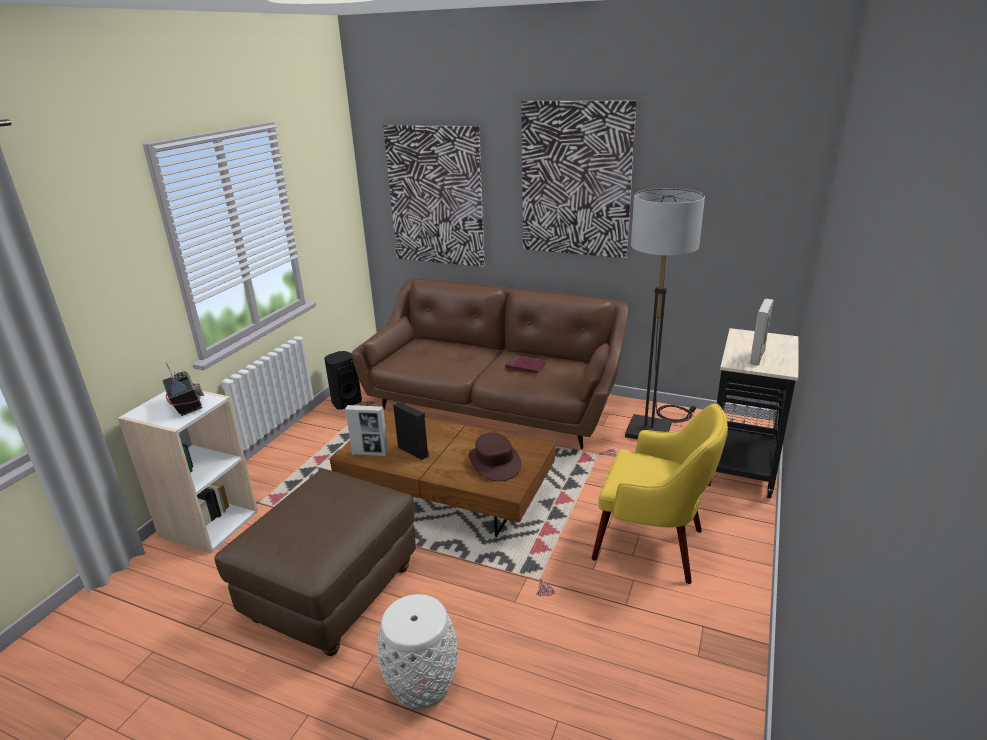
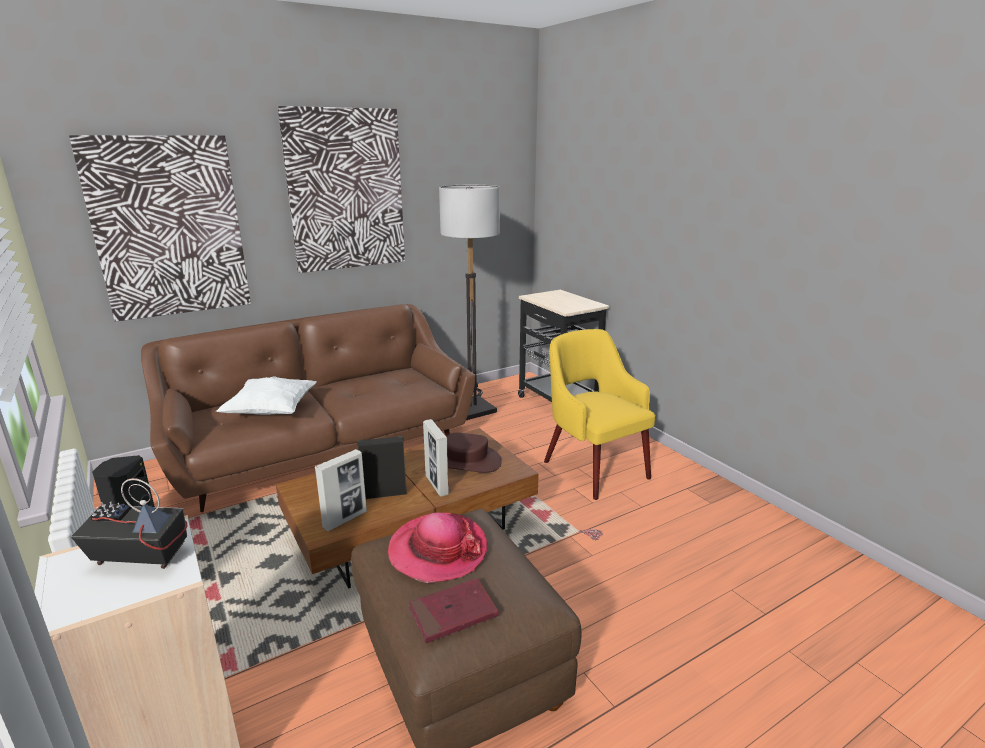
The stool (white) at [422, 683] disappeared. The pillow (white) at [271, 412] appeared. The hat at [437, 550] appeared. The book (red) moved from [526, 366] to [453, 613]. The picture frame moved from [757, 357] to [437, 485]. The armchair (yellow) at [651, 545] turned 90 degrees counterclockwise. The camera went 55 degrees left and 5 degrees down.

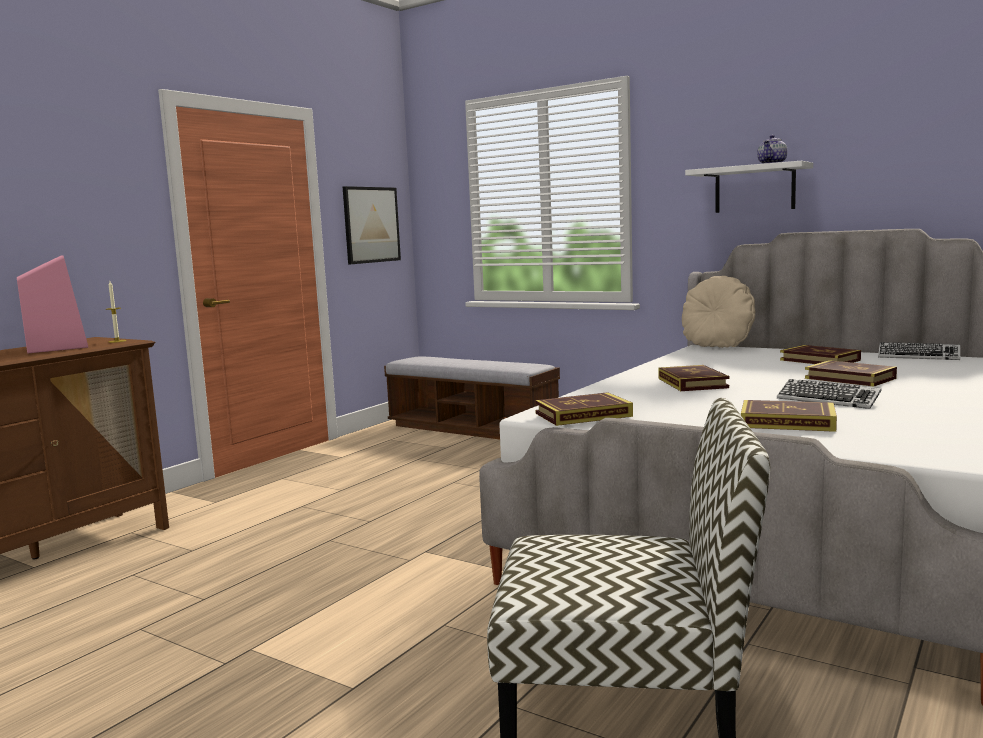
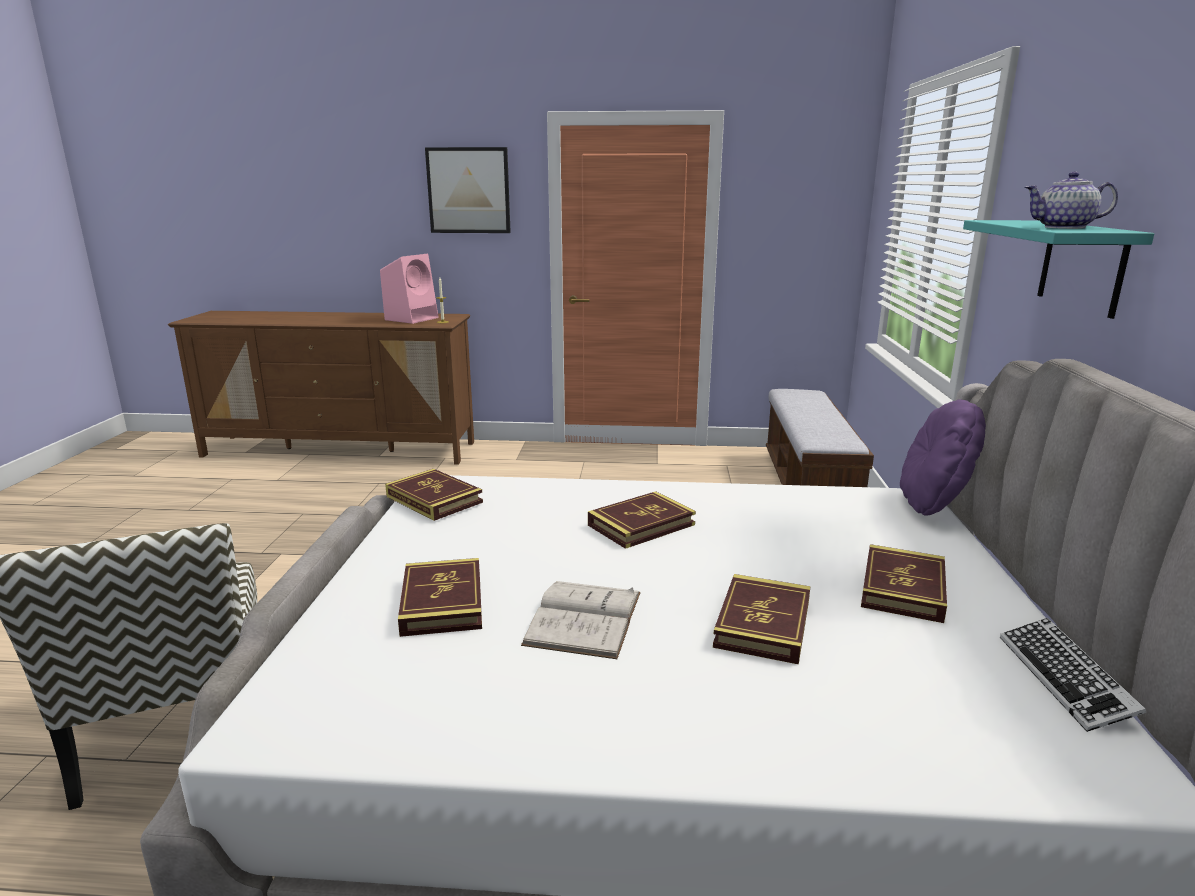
The picture moved from [371, 225] to [468, 190]. The keyboard at [827, 400] was replaced by the book (white) at [584, 618]. The pillow (beige) at [717, 346] became the pillow (purple) at [933, 506]. The shelf (white) at [754, 189] became the shelf (turquoise) at [1082, 266]. The camera went 60 degrees right and 10 degrees up.

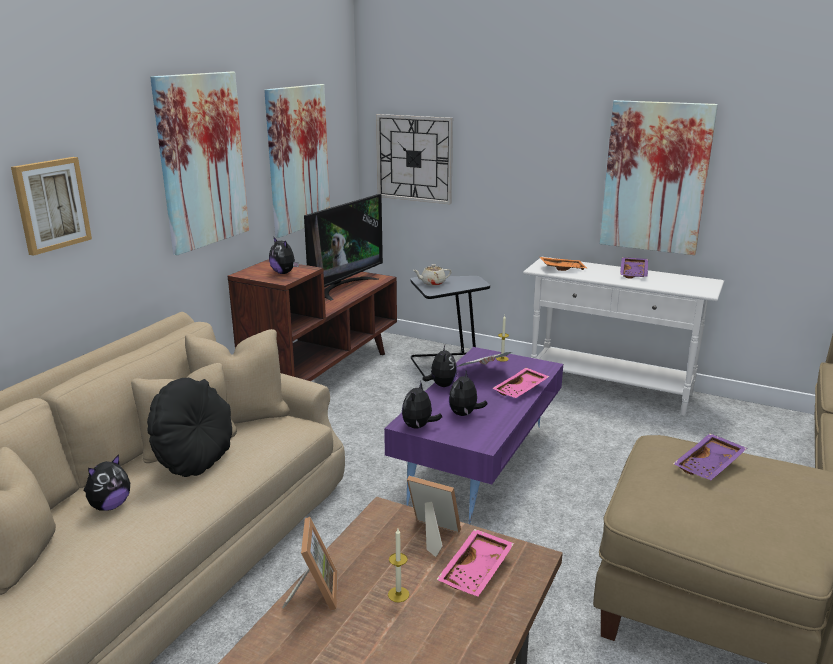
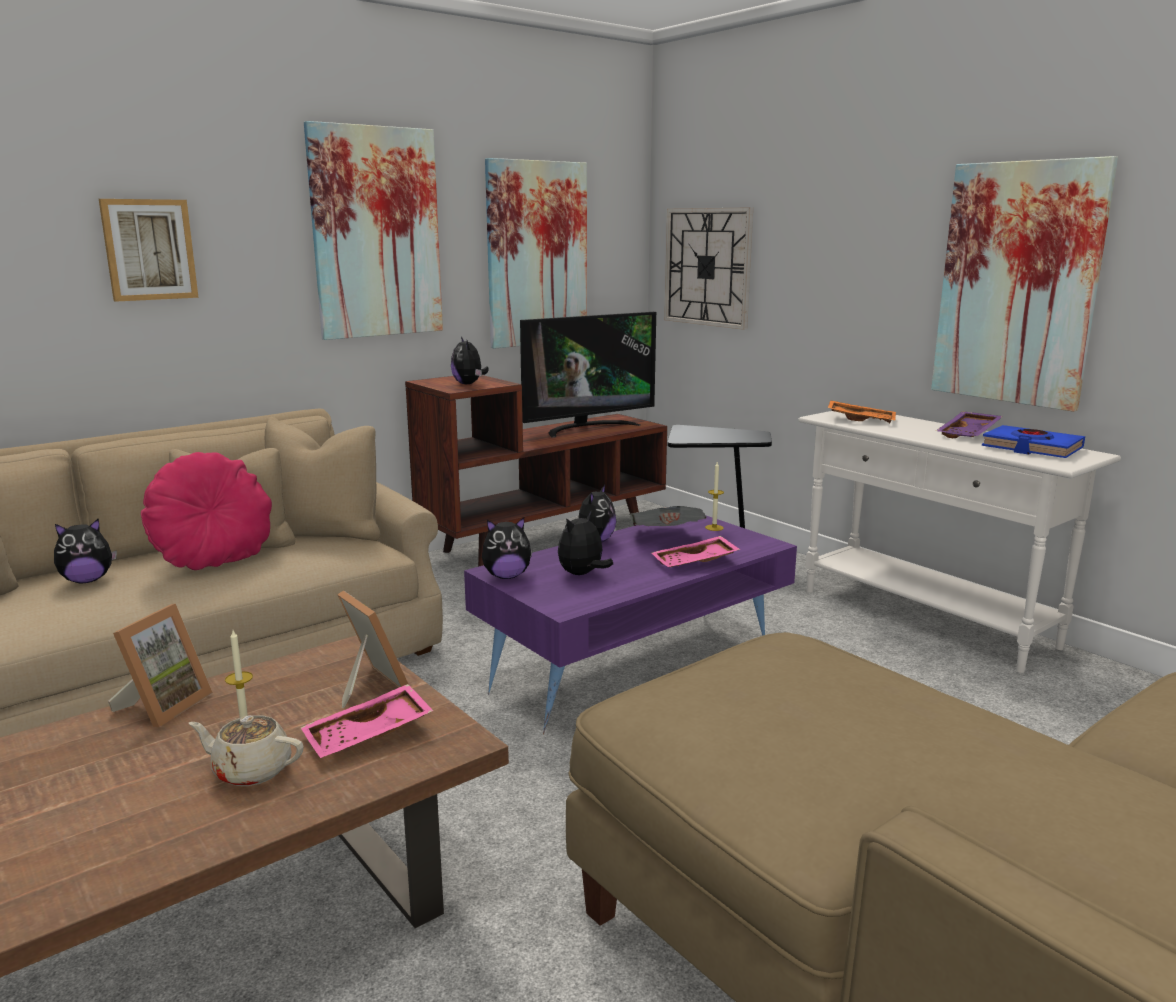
The tray (purple) at [710, 465] disappeared. The book (blue) at [1031, 448] appeared. The teapot (beige) moved from [432, 283] to [251, 771]. The pillow (black) at [196, 464] became the pillow (pink) at [214, 562]. The plush toy at [419, 427] turned 150 degrees counterclockwise. The camera went 25 degrees right and 5 degrees down.

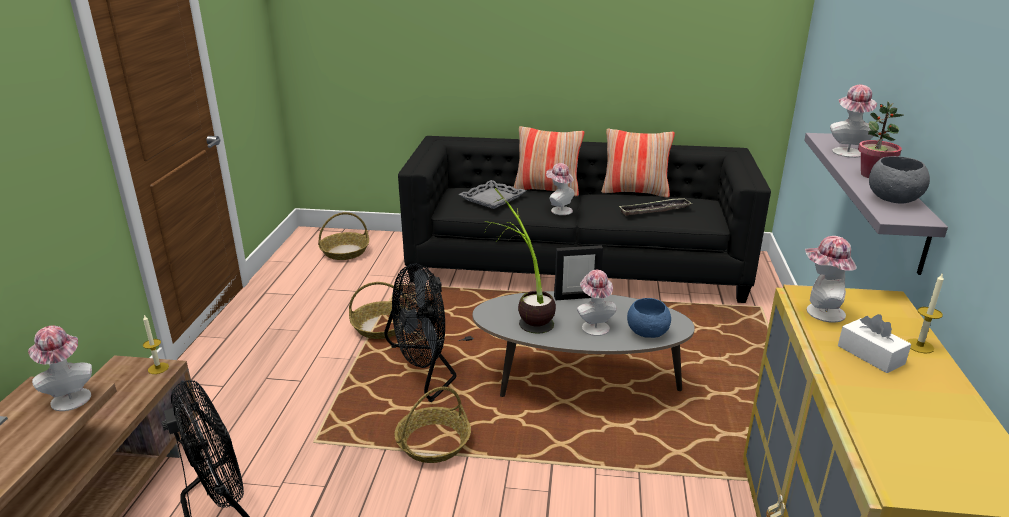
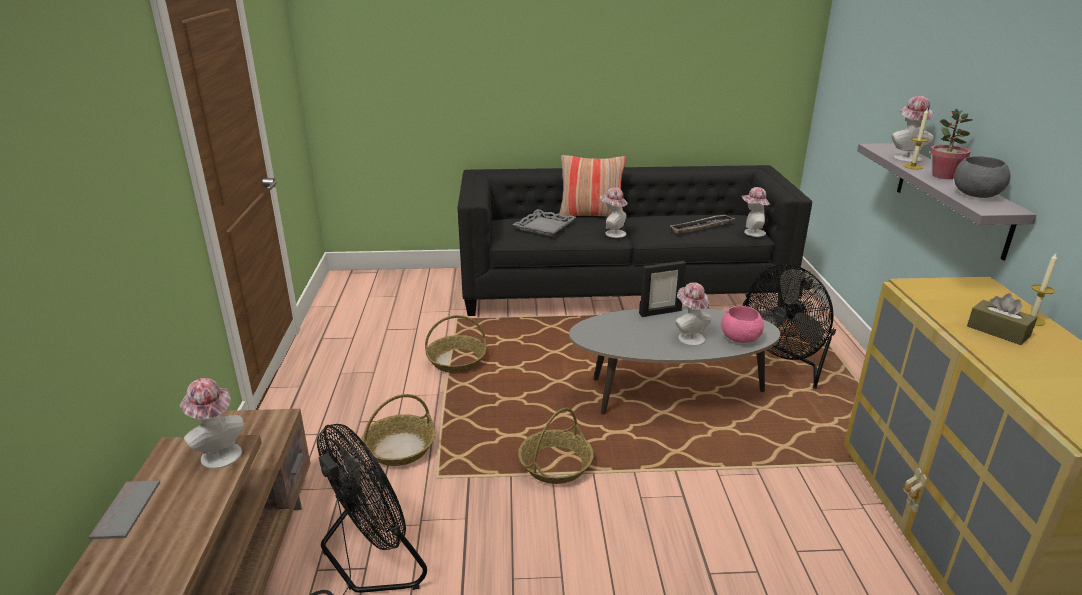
The potted plant at [524, 314] disappeared. The pillow at [635, 192] disappeared. The candle moved from [158, 368] to [913, 166]. The basket moved from [345, 251] to [400, 448]. The fan (black) moved from [429, 365] to [781, 359]. The hat moved from [820, 312] to [751, 233]. The bowl (blue) at [646, 333] became the bowl (pink) at [739, 339]. The tissue box (white) at [870, 355] became the tissue box (brown) at [998, 331]. The camera went 10 degrees left and 0 degrees up.

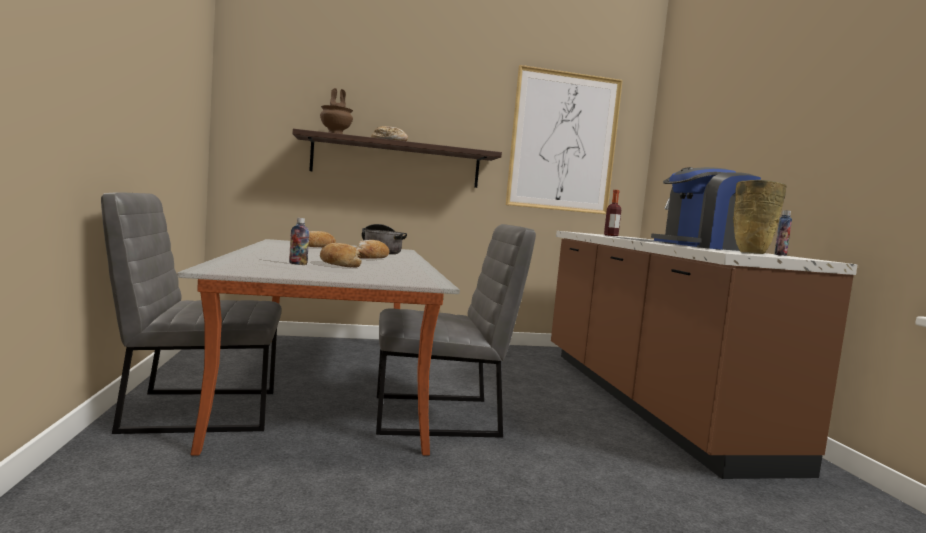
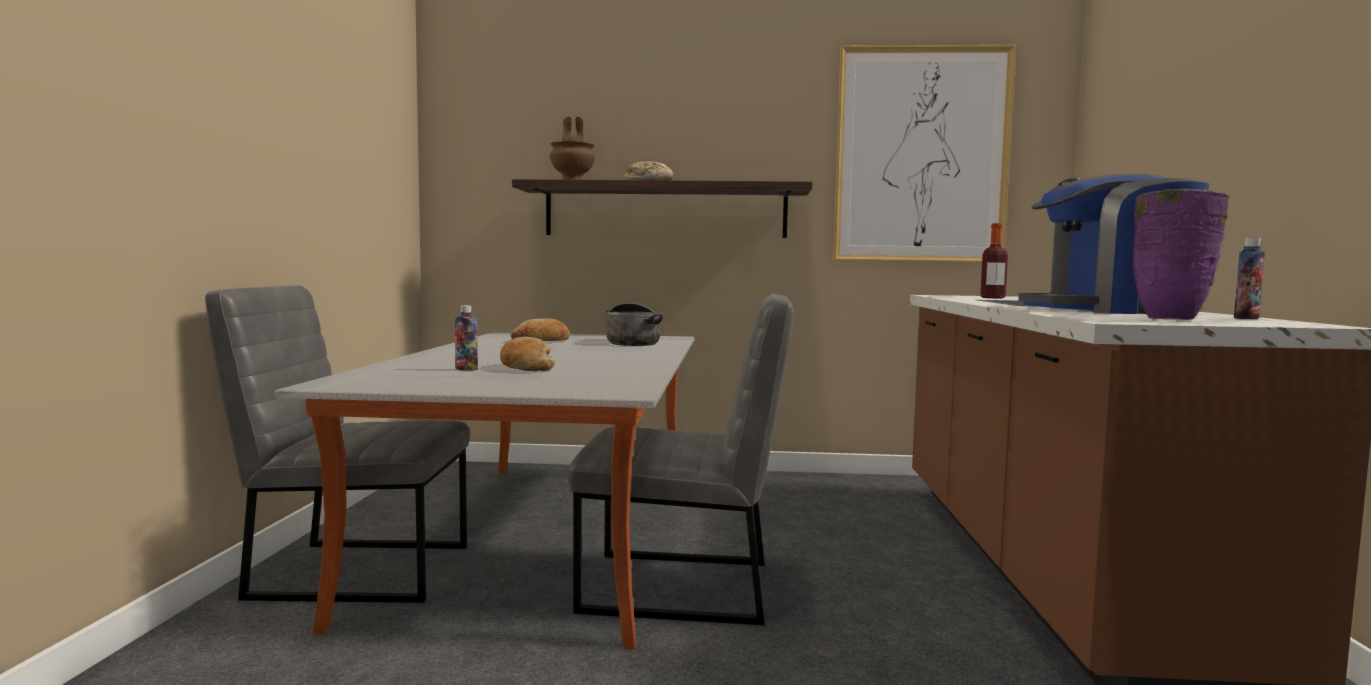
The bread at [370, 258] disappeared. The vase (beige) at [752, 253] became the vase (purple) at [1172, 319]. The camera went 15 degrees right and 0 degrees up.

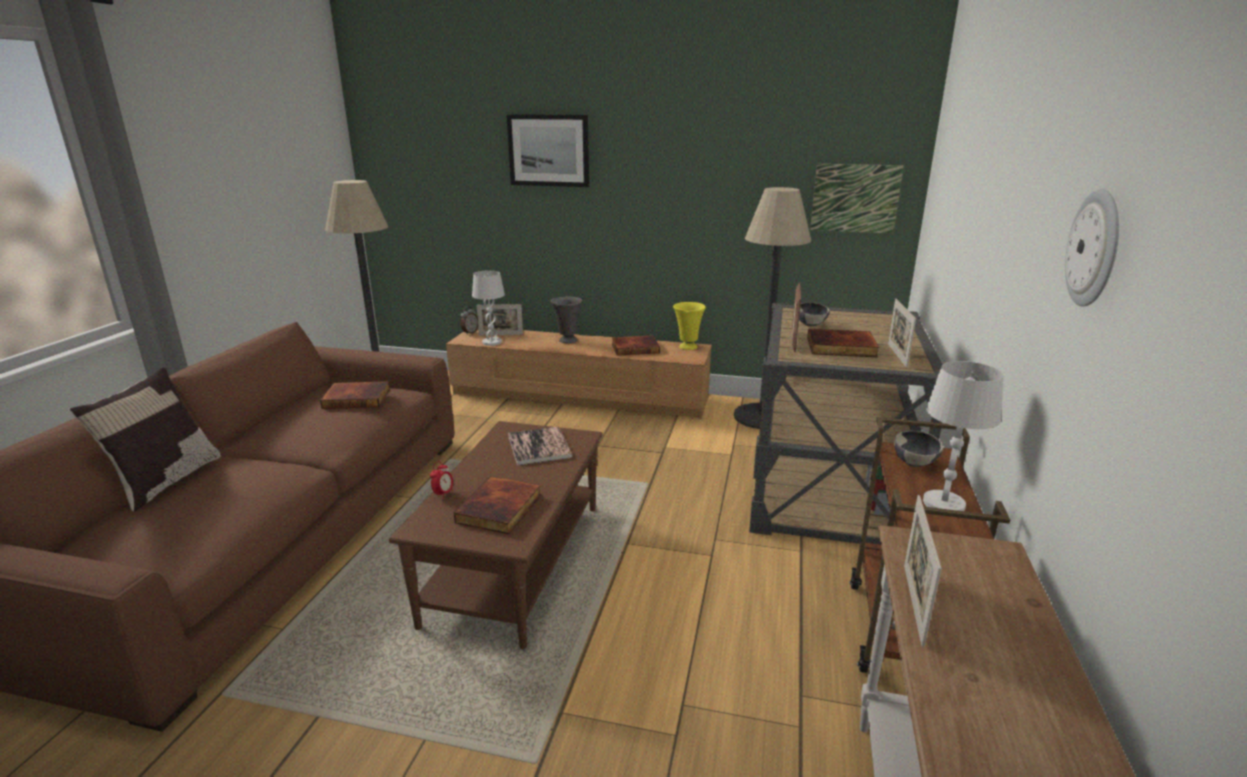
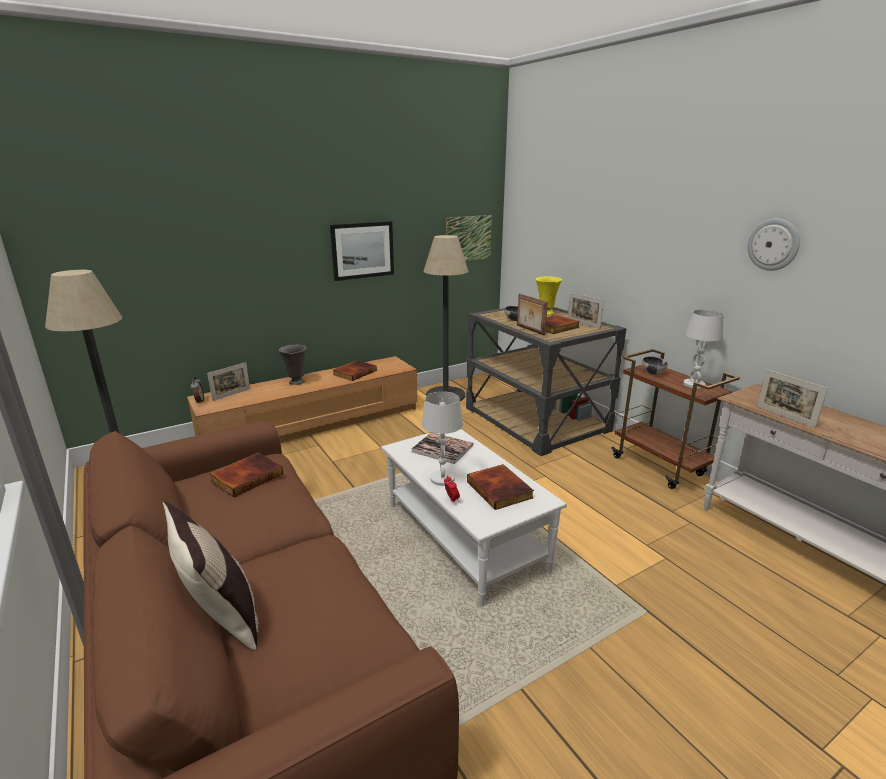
The table lamp (white) moved from [492, 342] to [442, 479]. The picture moved from [549, 150] to [362, 250]. The vase (yellow) moved from [687, 347] to [546, 313]. The coffee table (brown) at [516, 561] became the coffee table (white) at [463, 536]. The camera went 45 degrees left and 0 degrees up.

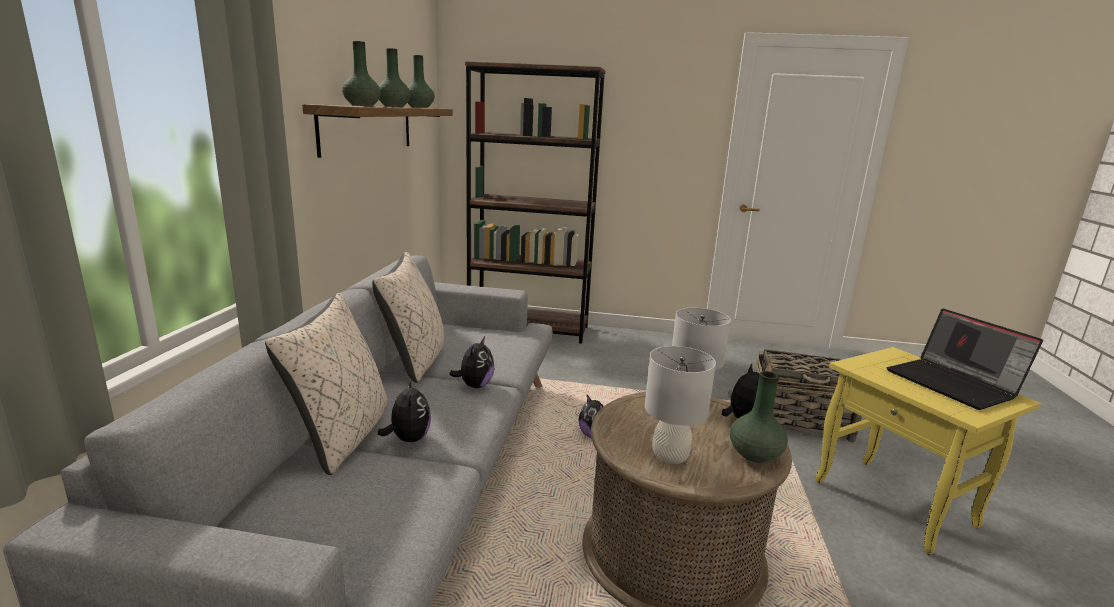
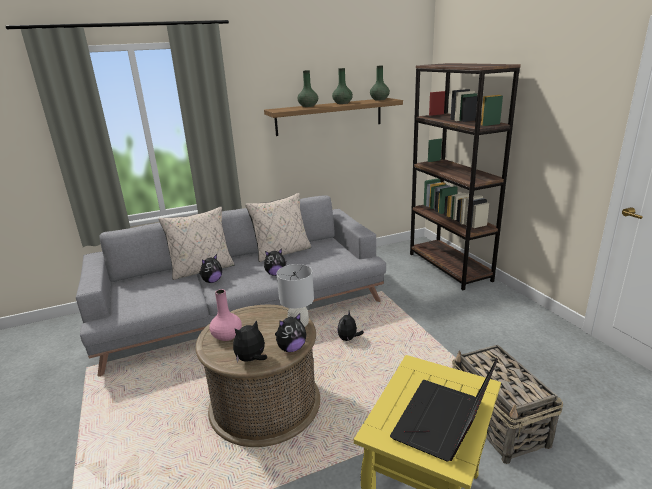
The table lamp (grey) at [669, 456] was replaced by the vase (pink) at [227, 335]. The vase (green) at [755, 455] was replaced by the plush toy at [251, 360]. The camera went 60 degrees right and 5 degrees up.

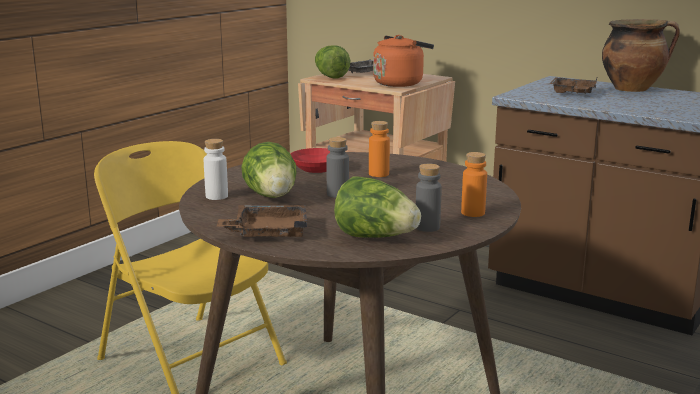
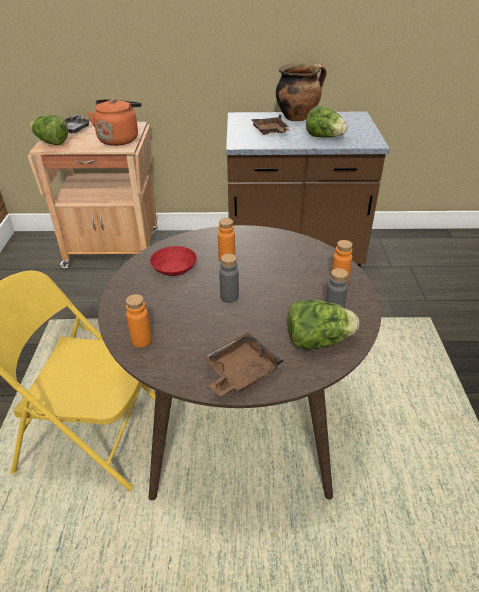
The lettuce moved from [272, 197] to [324, 137]. The bottle (white) at [216, 196] became the bottle (orange) at [141, 340]. The camera went 35 degrees left and 20 degrees up.

